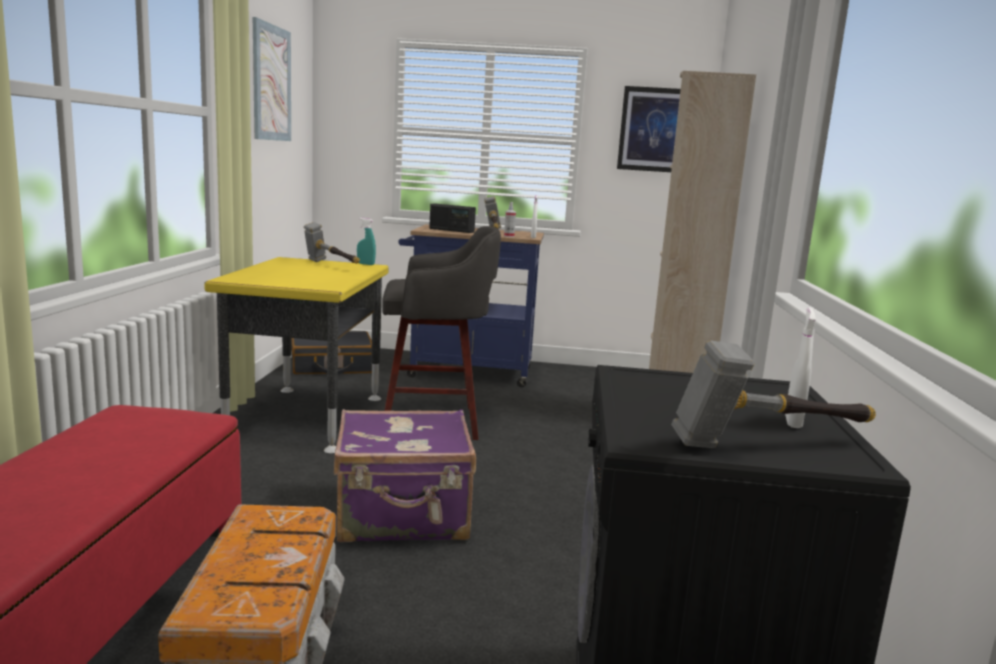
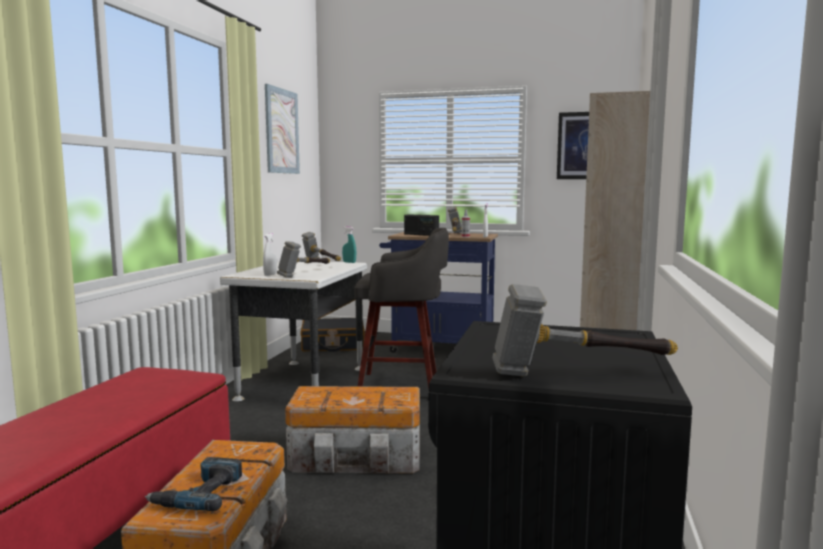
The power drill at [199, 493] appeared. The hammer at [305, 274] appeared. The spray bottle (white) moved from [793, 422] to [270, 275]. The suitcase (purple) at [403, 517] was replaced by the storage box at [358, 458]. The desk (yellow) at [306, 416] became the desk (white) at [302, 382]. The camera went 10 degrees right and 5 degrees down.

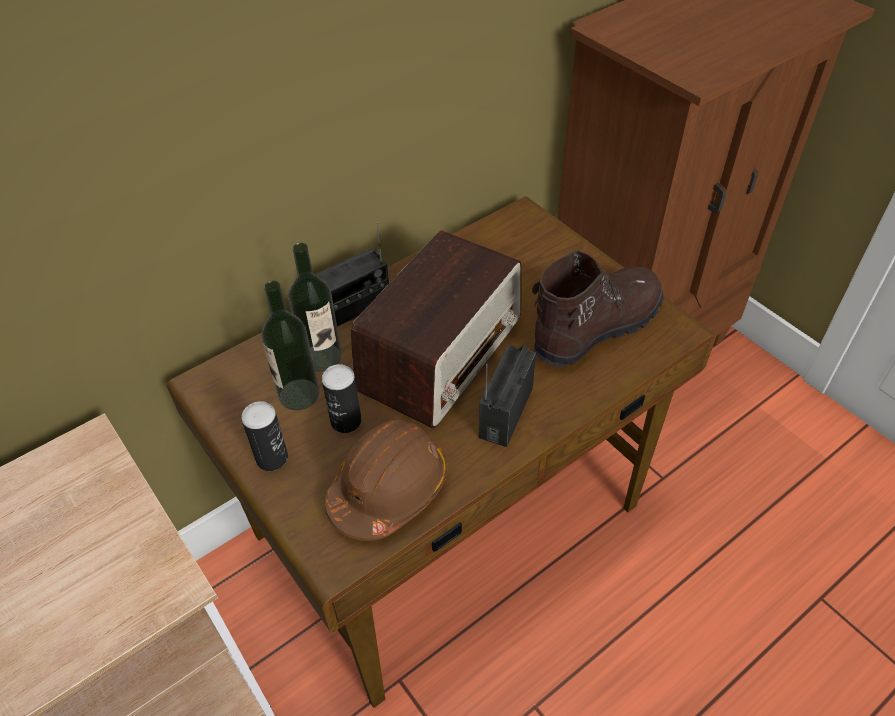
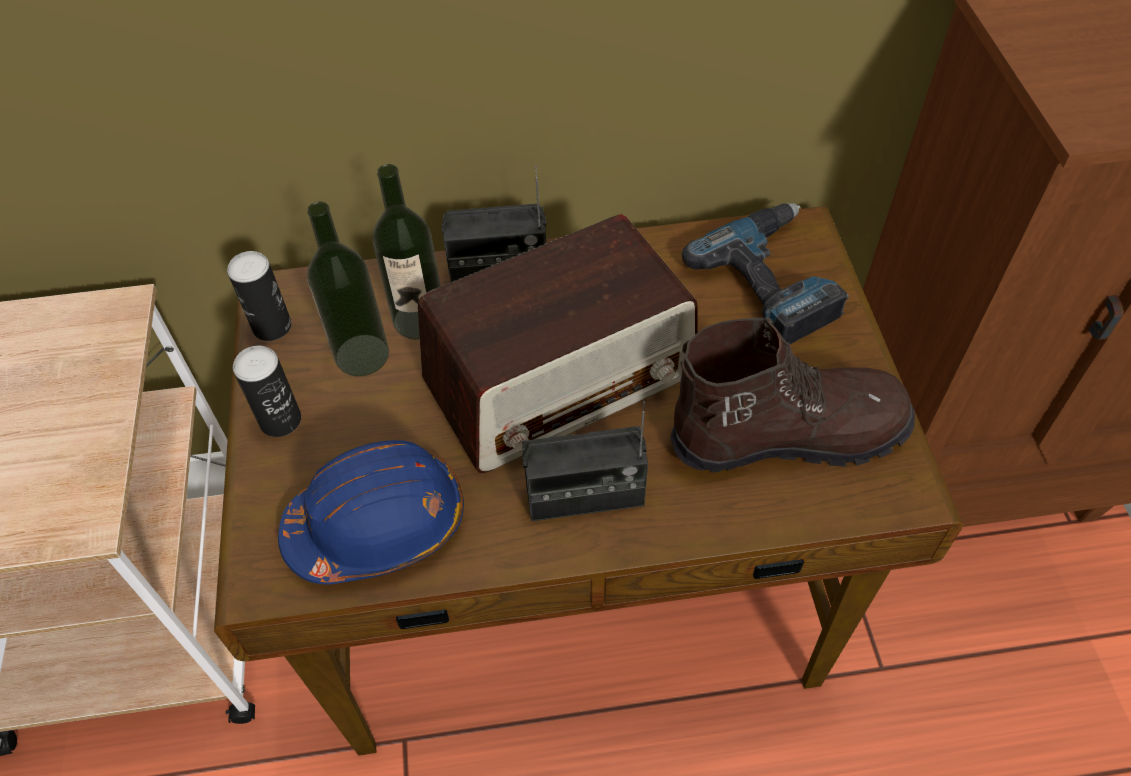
The power drill at [775, 280] appeared. The can moved from [346, 421] to [272, 326]. The hard hat (brown) at [389, 489] became the hard hat (blue) at [378, 524]. The radio at [505, 412] turned 150 degrees counterclockwise. The camera went 30 degrees right and 5 degrees up.

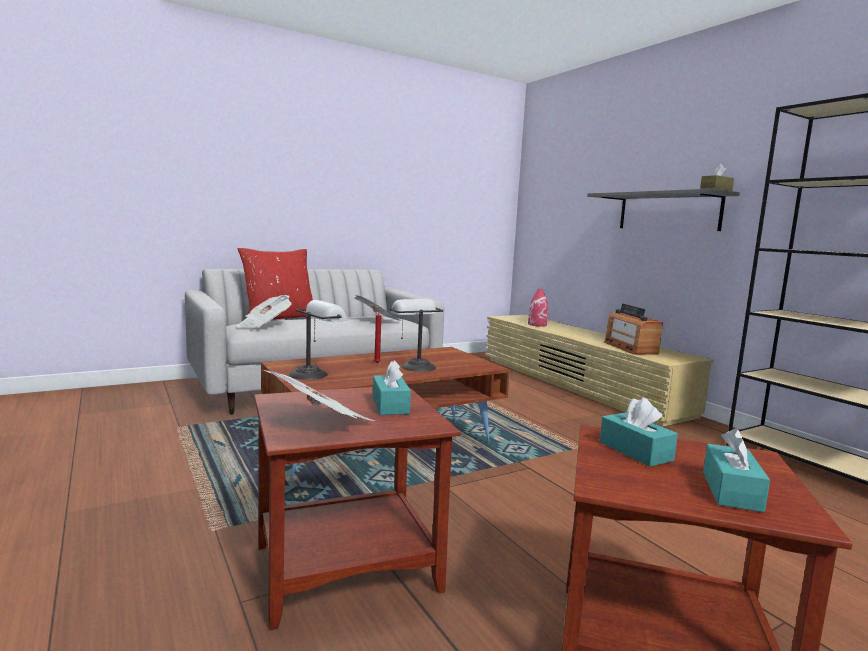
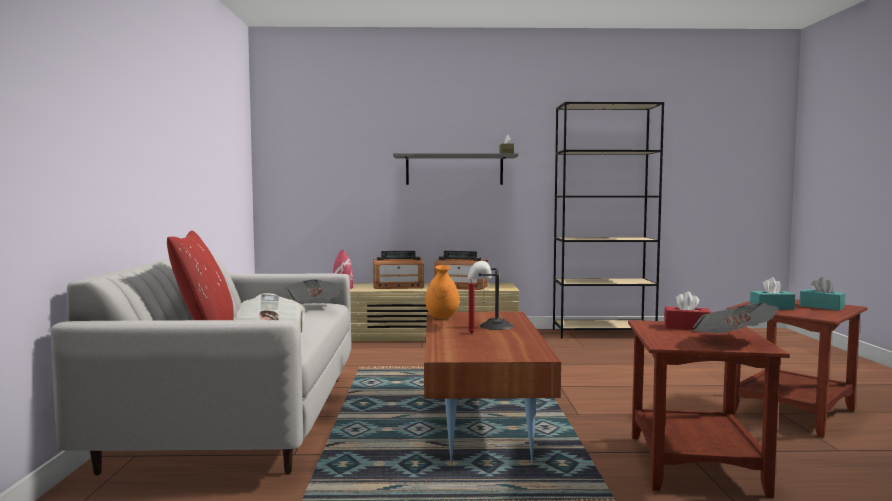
The table lamp at [315, 373] disappeared. The radio at [398, 287] appeared. The vase (orange) at [442, 317] appeared. The tissue box (turquoise) at [390, 405] became the tissue box (red) at [686, 327]. The camera went 60 degrees left and 5 degrees down.

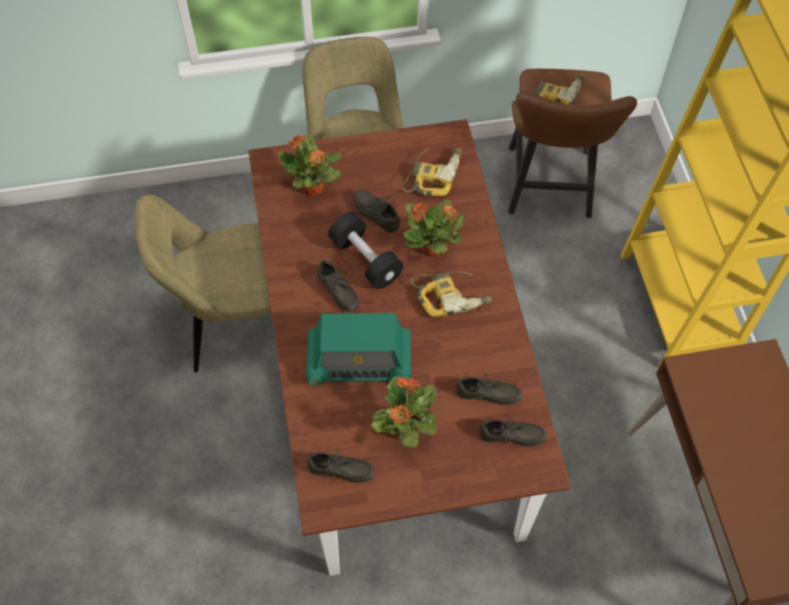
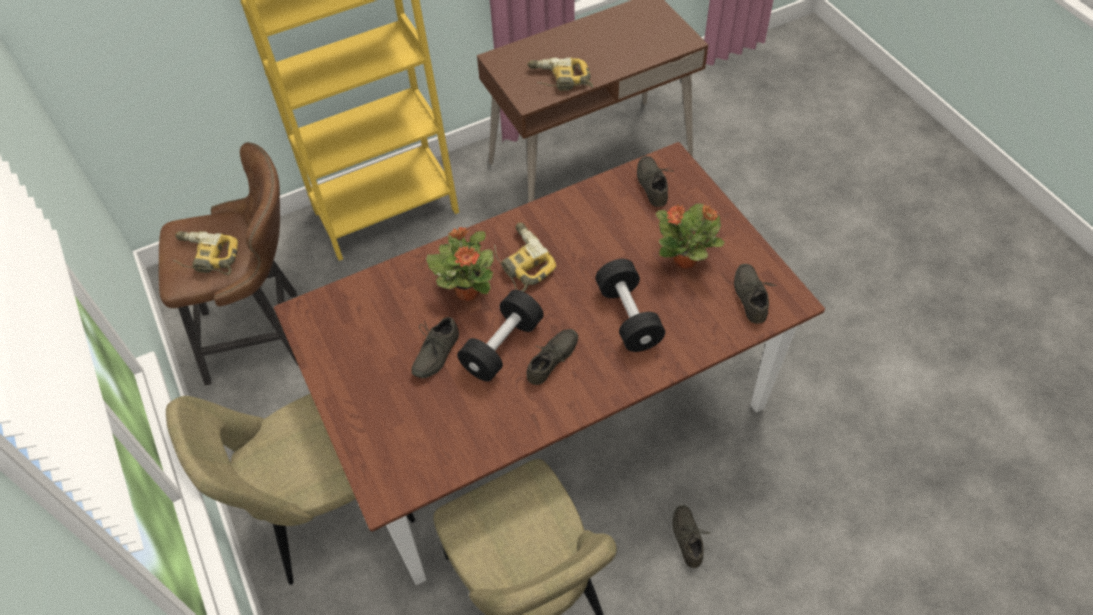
The potted plant at [313, 189] disappeared. The power drill moved from [433, 174] to [560, 80]. The shoe (grey) moved from [488, 396] to [689, 538]. The radio at [359, 361] was replaced by the dumbbell (black) at [628, 316]. The camera went 105 degrees left and 5 degrees down.

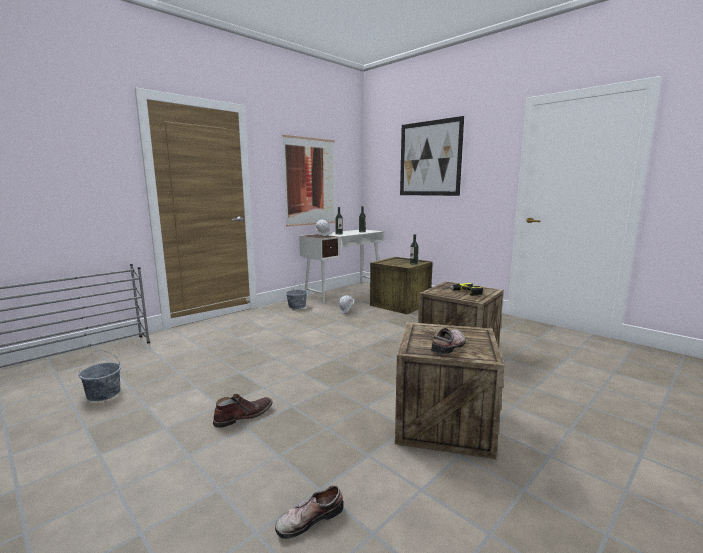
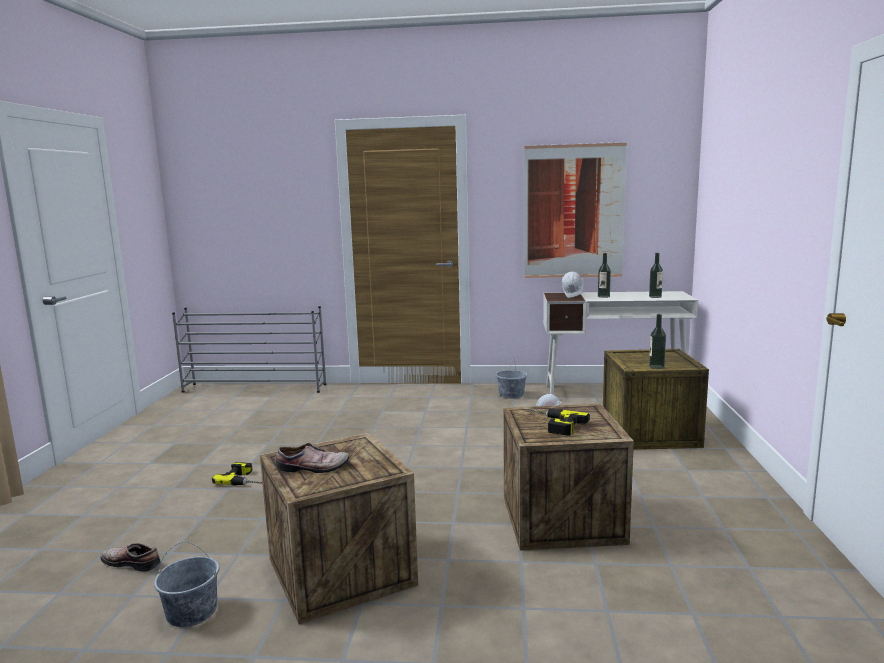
The picture at [429, 158] disappeared. The bucket (grey) moved from [103, 394] to [191, 612]. The boot (brown) at [243, 416] was replaced by the power drill at [245, 479]. The camera went 50 degrees right and 0 degrees up.

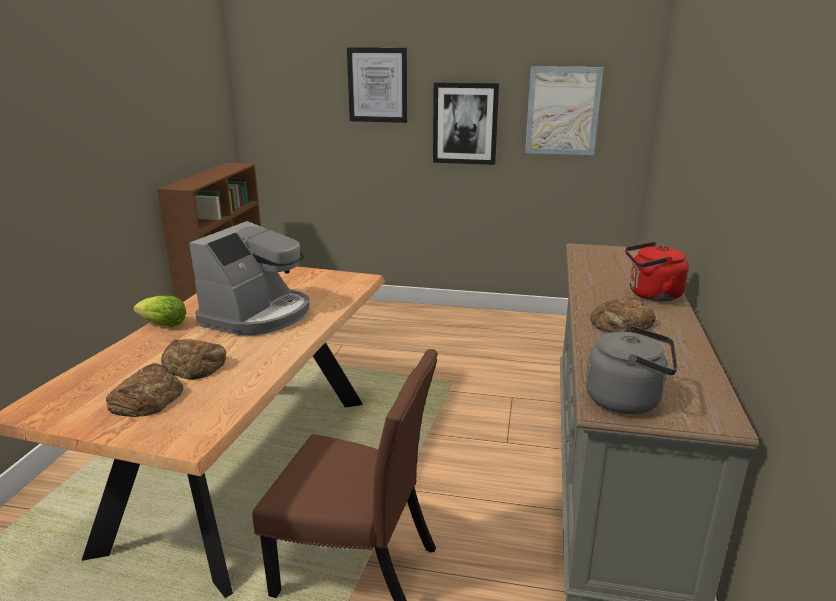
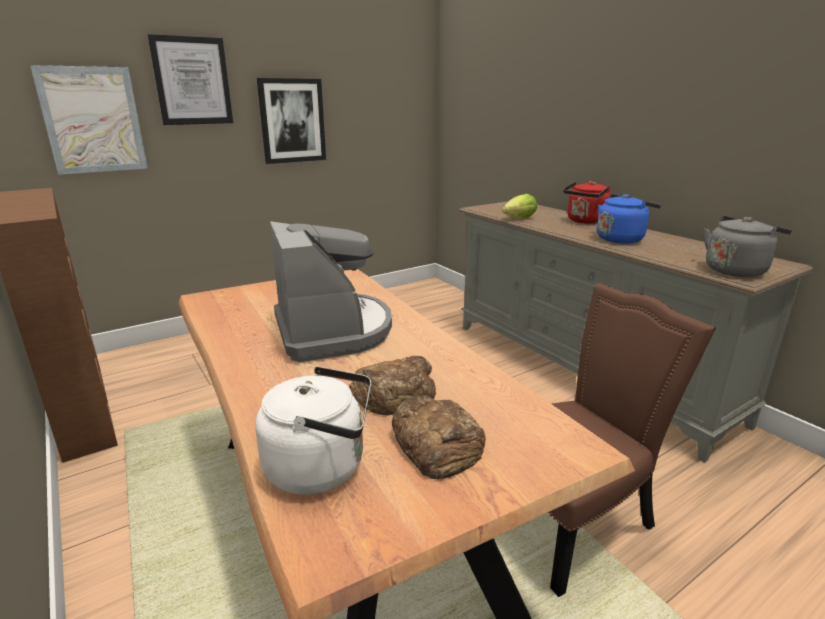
The kettle (white) at [322, 467] appeared. The lettuce moved from [164, 325] to [519, 218]. The picture moved from [562, 111] to [93, 120]. The bread at [621, 325] was replaced by the kettle (blue) at [621, 239]. The camera went 45 degrees left and 0 degrees up.

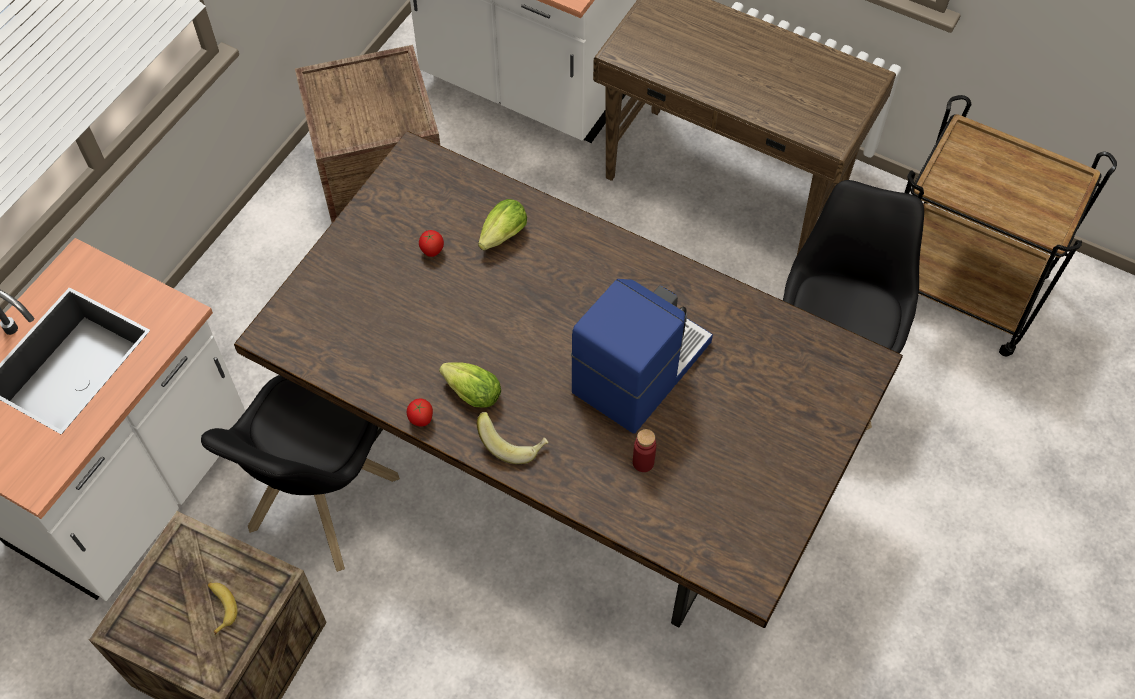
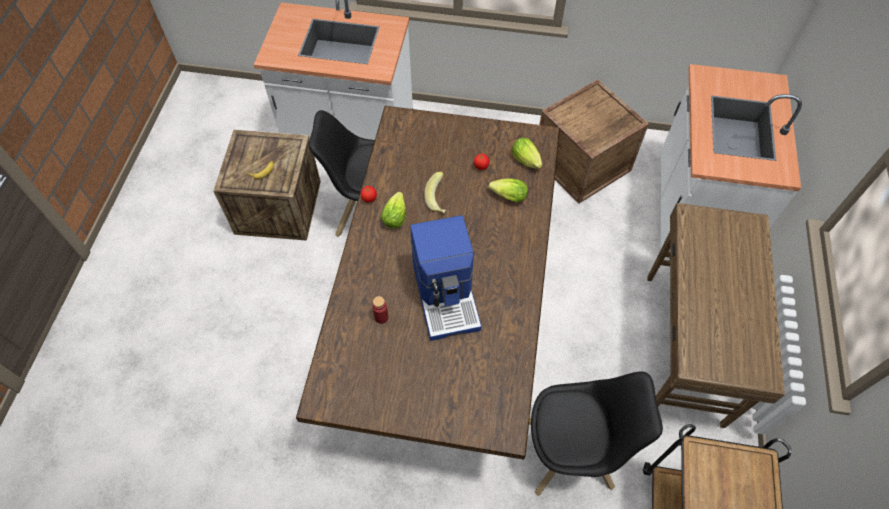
The lettuce at [527, 162] appeared. The banana moved from [513, 443] to [439, 199]. The coffee machine at [639, 367] turned 60 degrees clockwise. The camera went 70 degrees right and 0 degrees up.

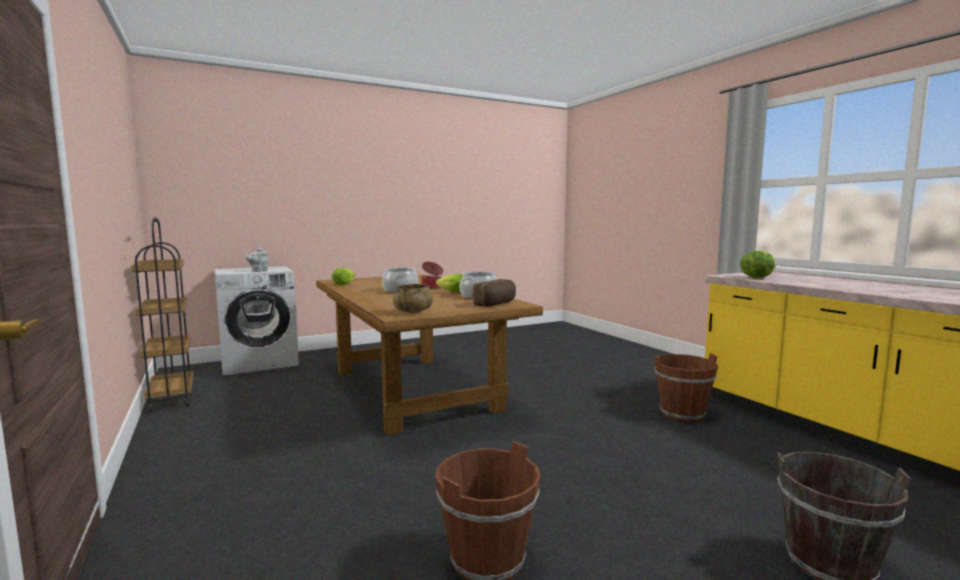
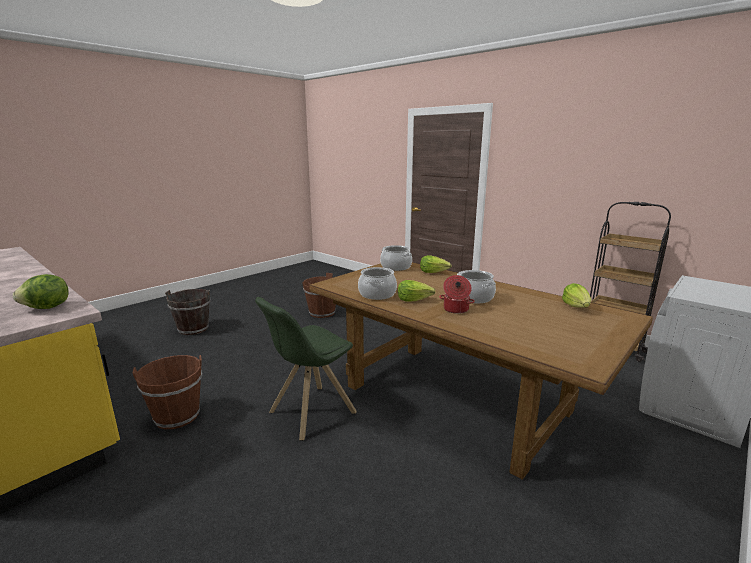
The teapot (grey) at [258, 271] disappeared. The bread at [496, 304] disappeared. The chair (green) at [311, 412] appeared. The lettuce at [433, 272] appeared. The bowl (beige) at [413, 312] was replaced by the cooking pot at [395, 267]. The camera went 160 degrees right and 10 degrees up.

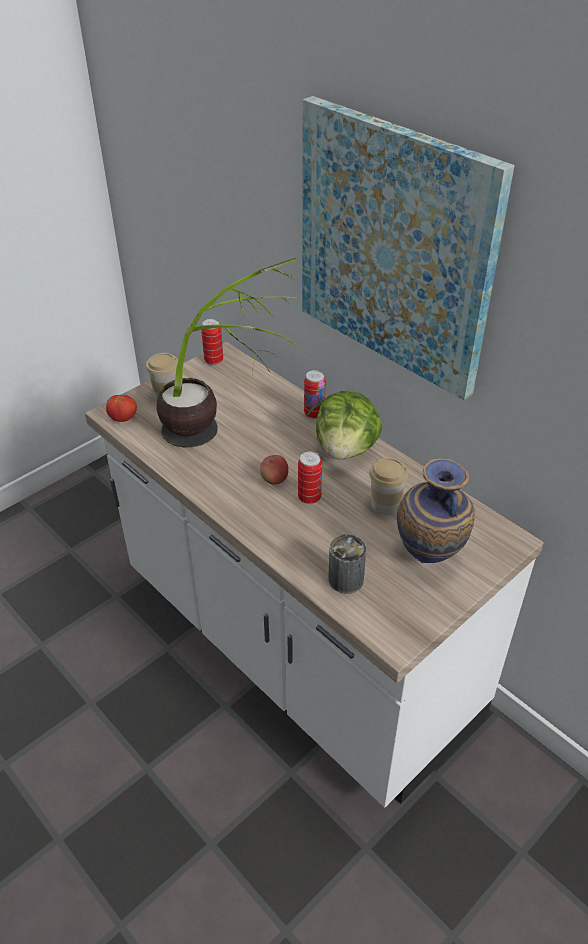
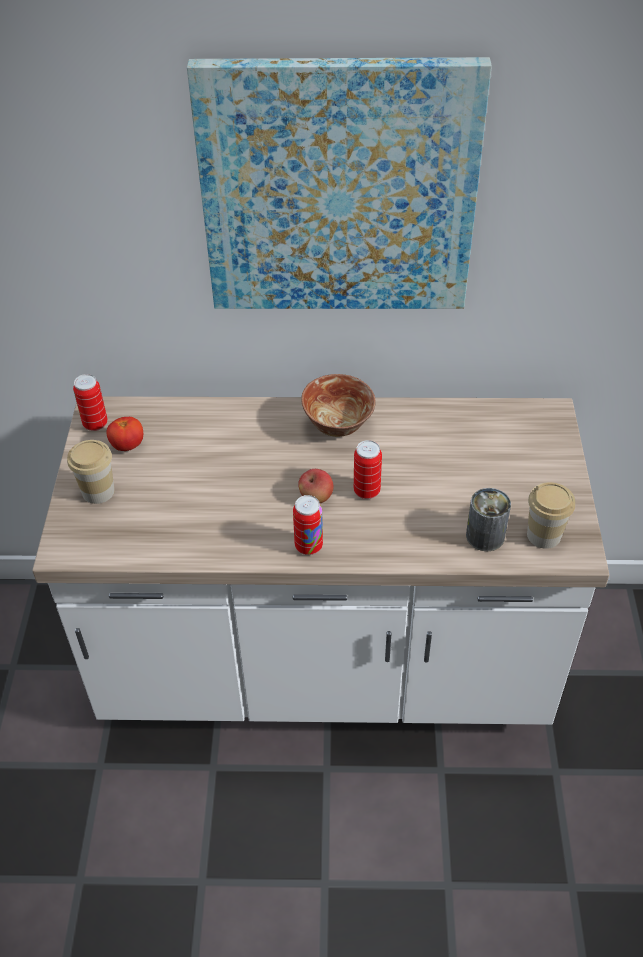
The potted plant at [223, 433] disappeared. The vase at [430, 558] disappeared. The tomato moved from [123, 419] to [128, 445]. The can moved from [314, 414] to [308, 546]. The cup moved from [385, 505] to [543, 535]. The lettuce at [346, 449] was replaced by the bowl at [338, 425]. The camera went 45 degrees left and 5 degrees up.

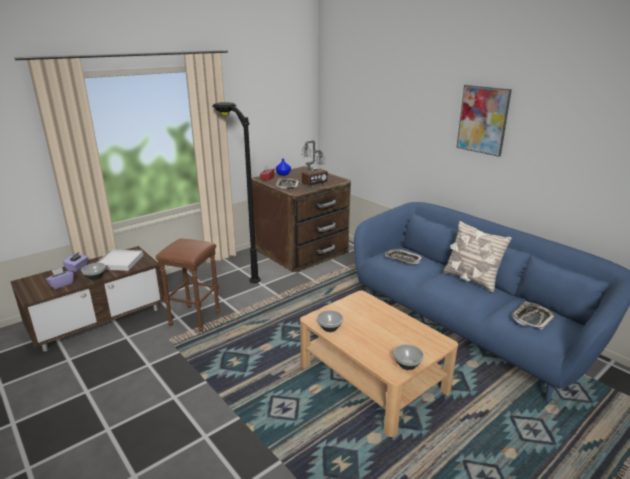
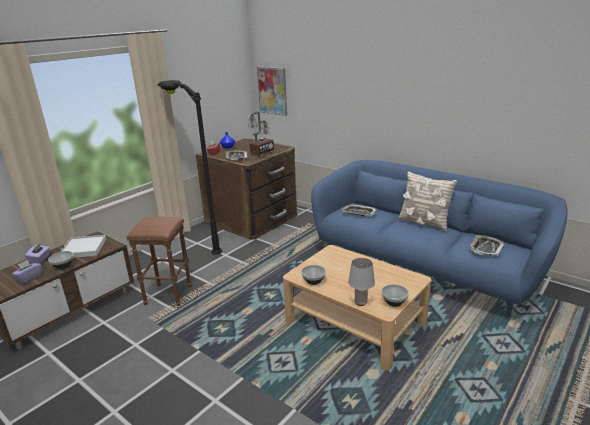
The table lamp (grey) at [361, 302] appeared. The picture moved from [483, 120] to [272, 91]. The camera went 10 degrees left and 0 degrees up.

